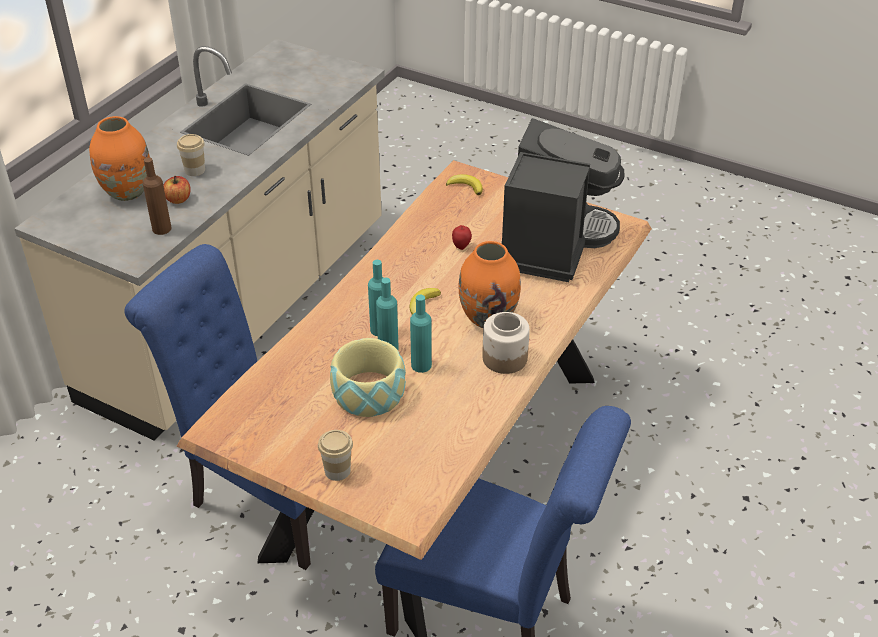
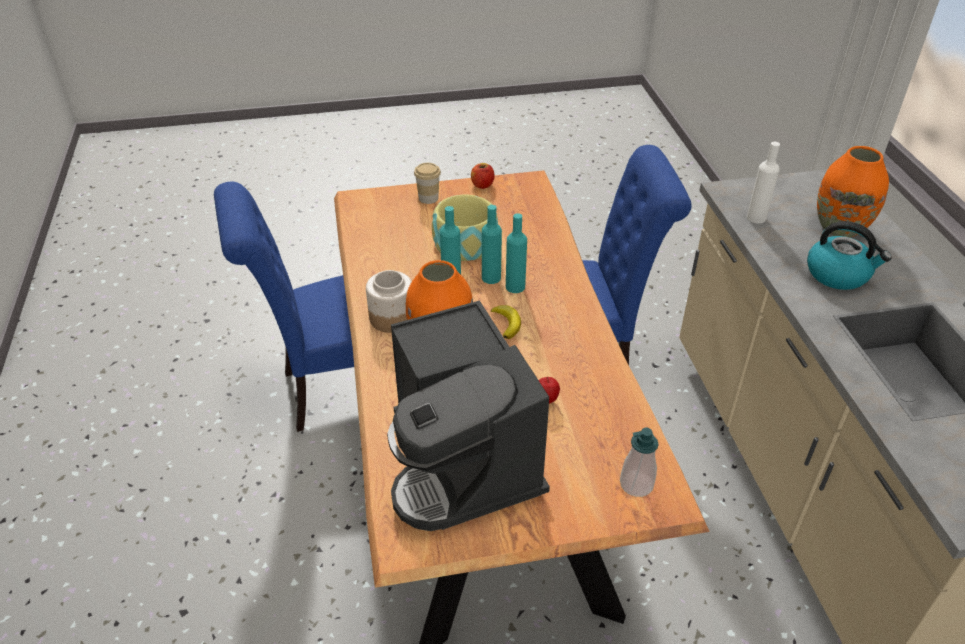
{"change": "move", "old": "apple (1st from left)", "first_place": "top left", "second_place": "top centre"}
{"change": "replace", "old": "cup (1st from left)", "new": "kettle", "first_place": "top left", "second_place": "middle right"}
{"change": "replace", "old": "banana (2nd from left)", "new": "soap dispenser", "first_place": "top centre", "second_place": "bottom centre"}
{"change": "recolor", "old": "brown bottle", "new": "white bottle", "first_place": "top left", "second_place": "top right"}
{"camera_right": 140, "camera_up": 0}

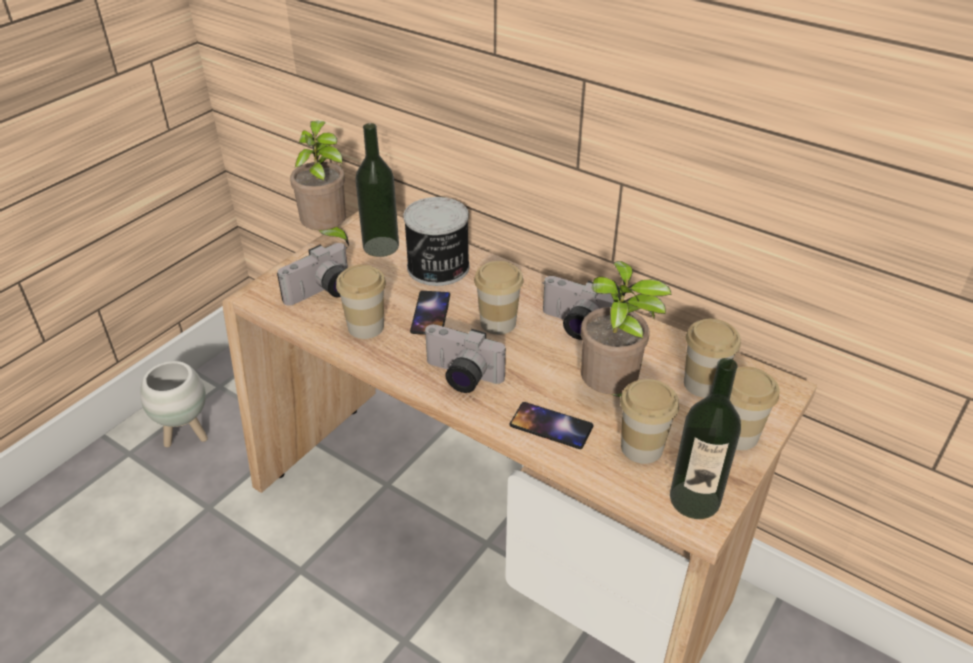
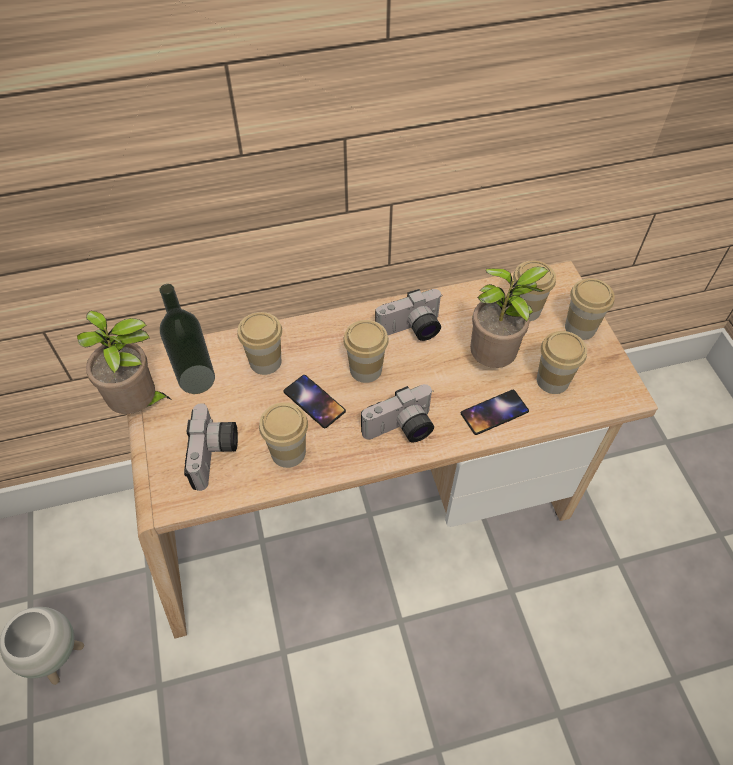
{"change": "delete", "old": "bottle (2nd from left)", "first_place": "middle right"}
{"change": "replace", "old": "can", "new": "cup (1st from left)", "first_place": "centre", "second_place": "centre"}
{"camera_right": -50, "camera_up": 15}

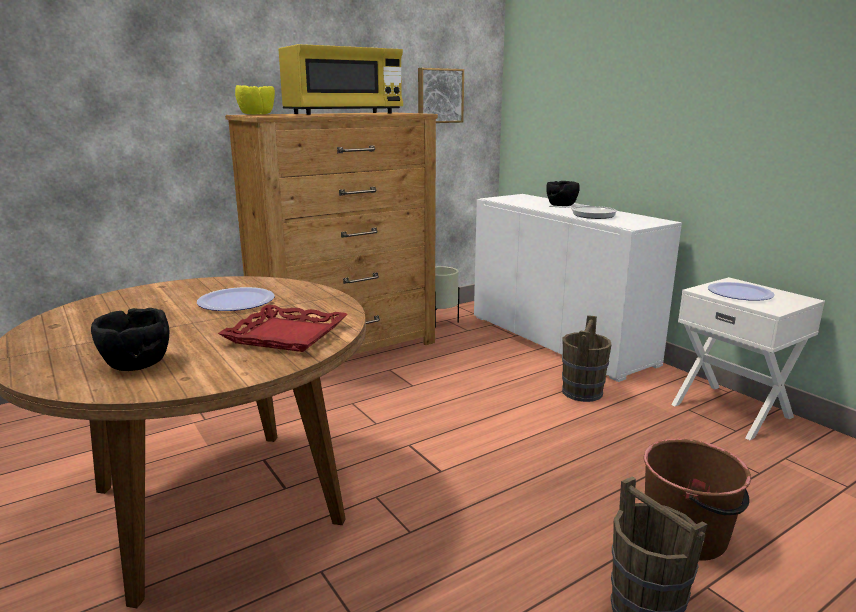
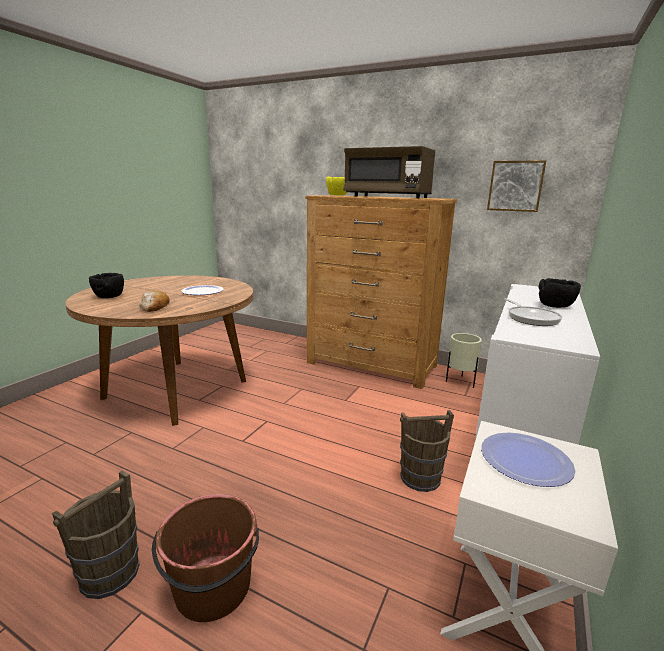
{"change": "replace", "old": "red tray", "new": "bread", "first_place": "middle left", "second_place": "middle left"}
{"change": "recolor", "old": "yellow microwave", "new": "brown microwave", "first_place": "top centre", "second_place": "top centre"}
{"camera_right": 60, "camera_up": 0}

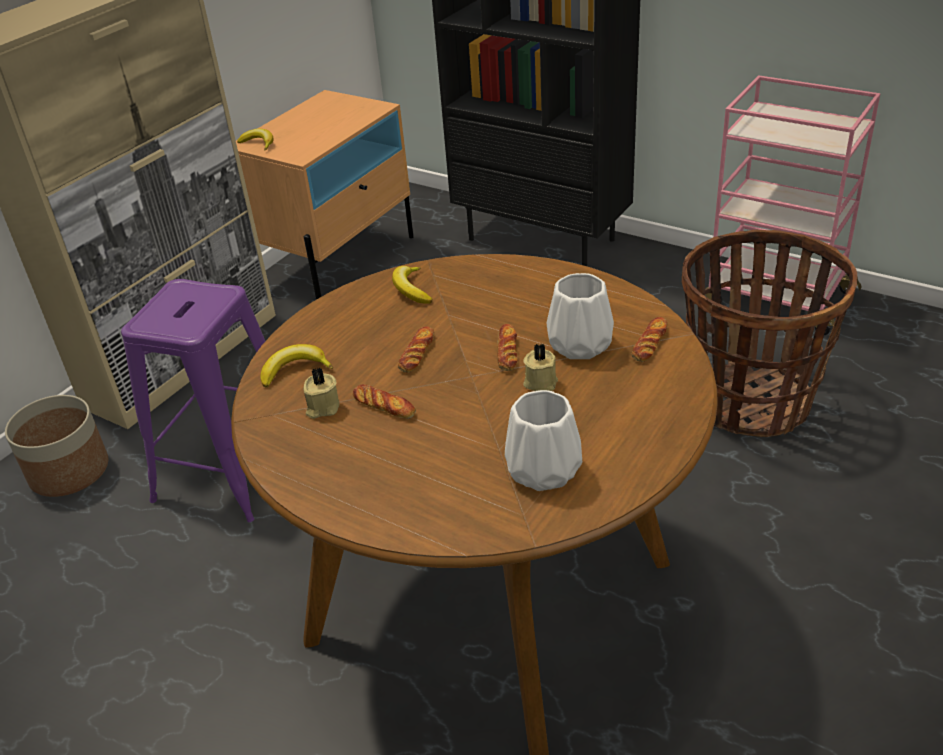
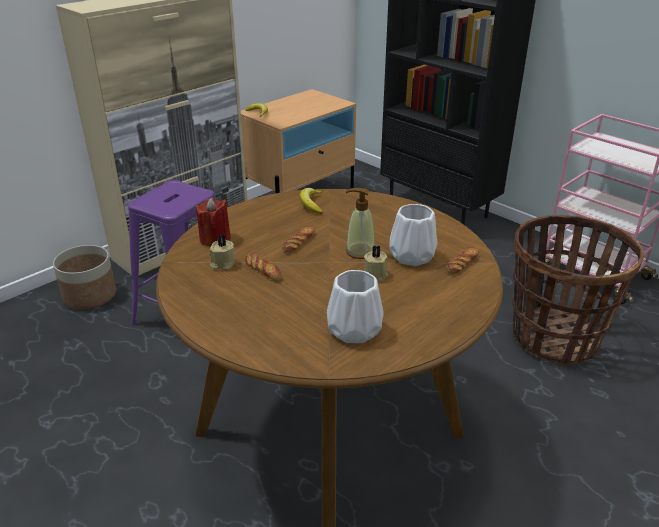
{"change": "replace", "old": "banana (2nd from left)", "new": "red candle", "first_place": "middle left", "second_place": "middle left"}
{"change": "replace", "old": "bread (3rd from left)", "new": "soap dispenser", "first_place": "centre", "second_place": "centre"}
{"camera_right": 10, "camera_up": -5}

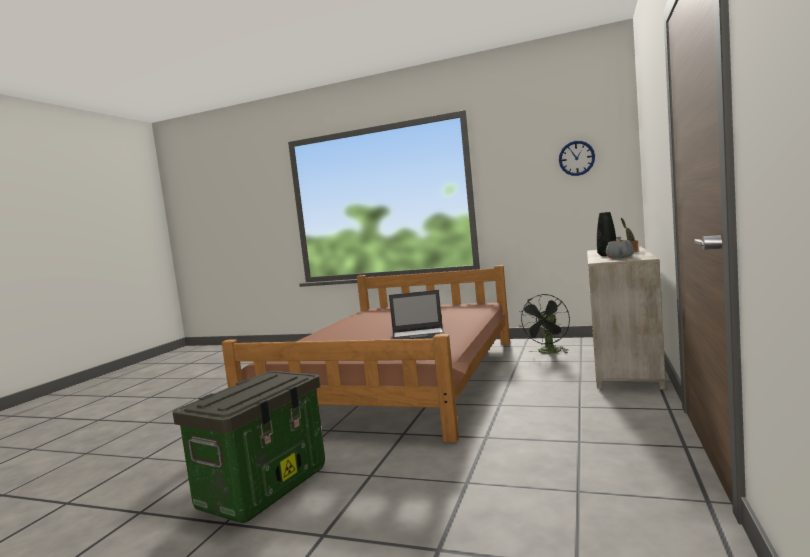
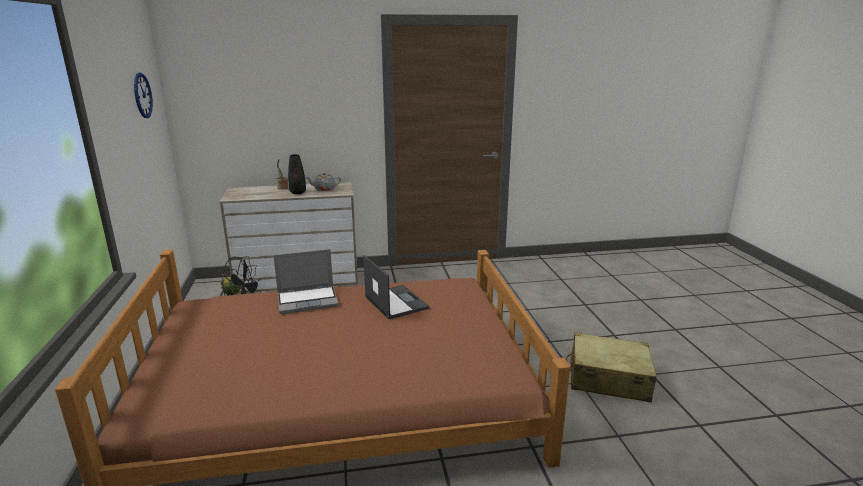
{"change": "insert", "new": "laptop (1st from left)", "second_place": "centre"}
{"change": "replace", "old": "storage box", "new": "beige suitcase", "first_place": "bottom left", "second_place": "bottom right"}
{"camera_right": -120, "camera_up": 15}

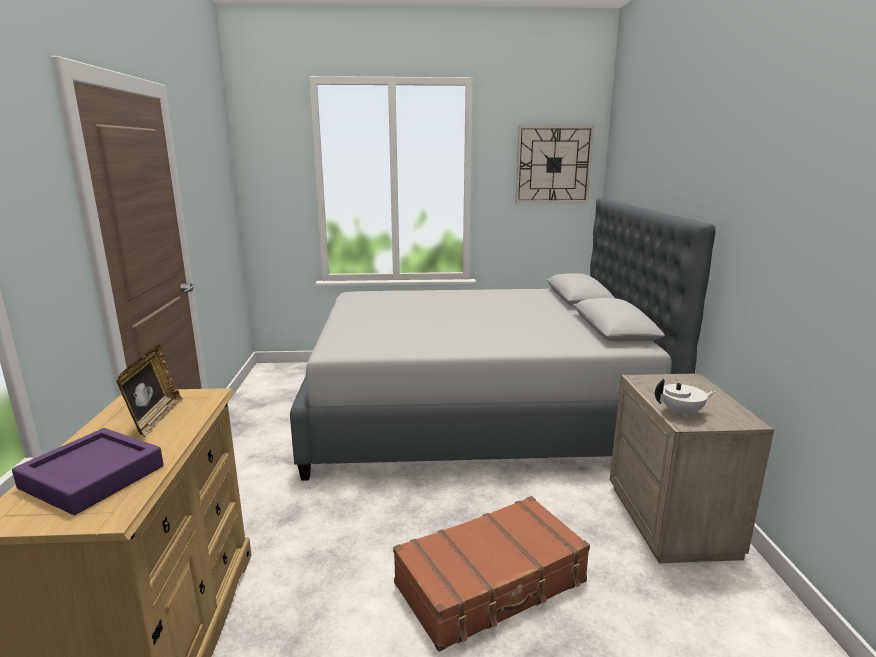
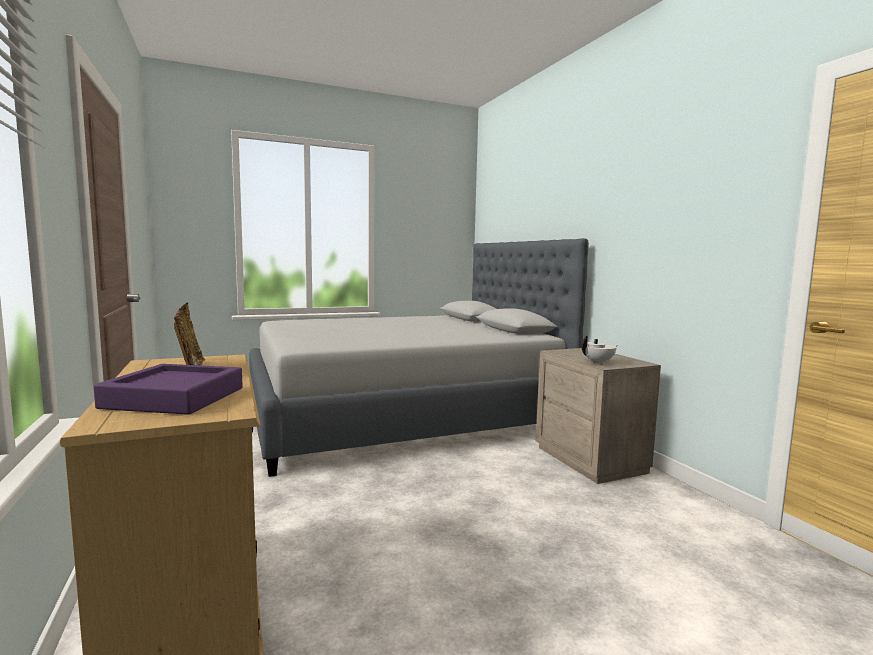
{"change": "delete", "old": "brown suitcase", "first_place": "bottom centre"}
{"change": "delete", "old": "wall clock", "first_place": "top centre"}
{"camera_right": -20, "camera_up": -10}

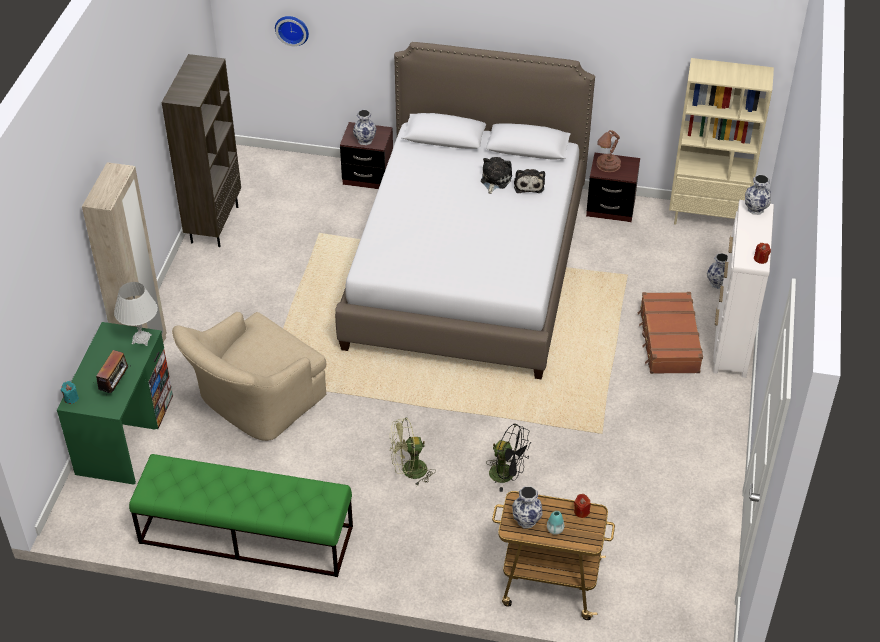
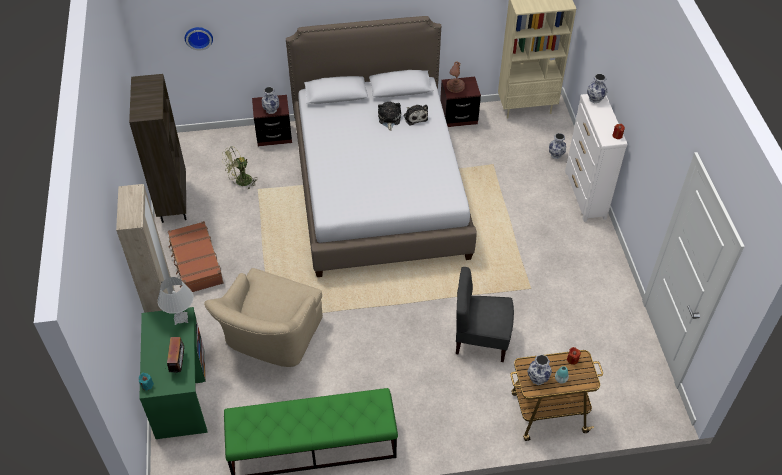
{"change": "move", "old": "green fan", "first_place": "bottom centre", "second_place": "middle left"}
{"change": "move", "old": "brown suitcase", "first_place": "middle right", "second_place": "middle left"}
{"change": "replace", "old": "black fan", "new": "grey chair", "first_place": "bottom centre", "second_place": "centre"}
{"camera_right": -20, "camera_up": 5}

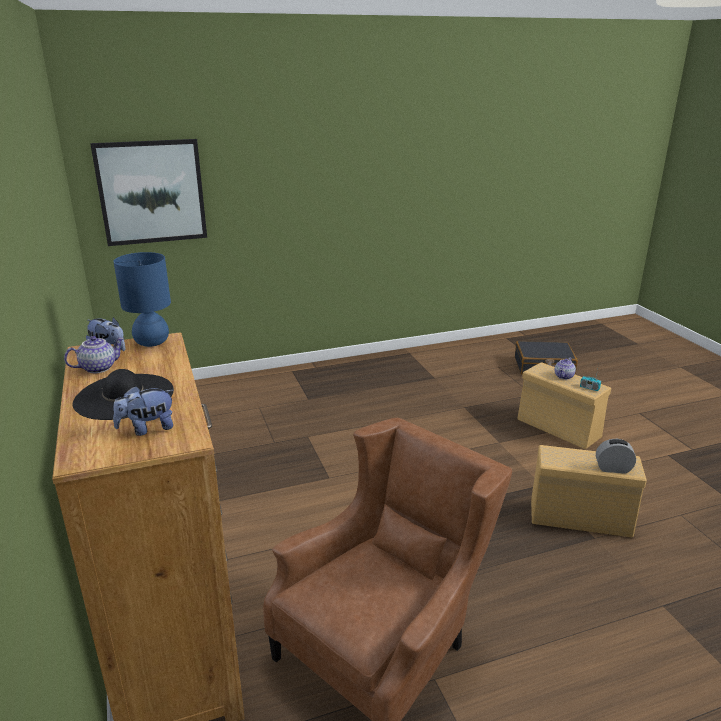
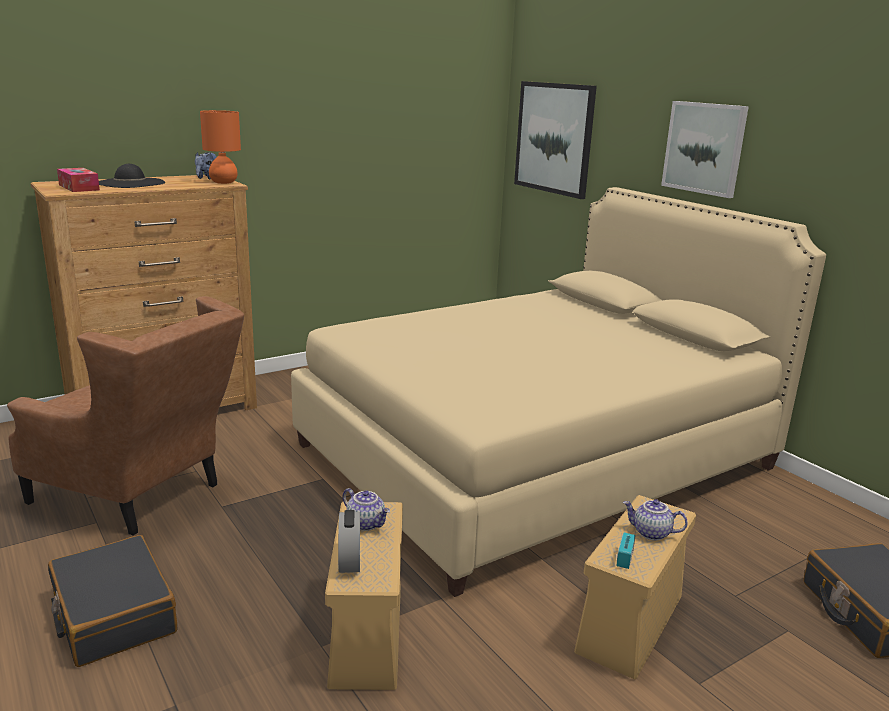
{"change": "insert", "new": "black suitcase (1st from left)", "second_place": "bottom left"}
{"change": "insert", "new": "beige bed", "second_place": "centre"}
{"change": "insert", "new": "picture (2nd from left)", "second_place": "top right"}
{"change": "move", "old": "teapot (1st from left)", "first_place": "middle left", "second_place": "bottom centre"}
{"change": "replace", "old": "plush toy (2nd from left)", "new": "tissue box", "first_place": "middle left", "second_place": "top left"}
{"change": "recolor", "old": "blue table lamp", "new": "orange table lamp", "first_place": "middle left", "second_place": "top left"}
{"camera_right": 75, "camera_up": -5}

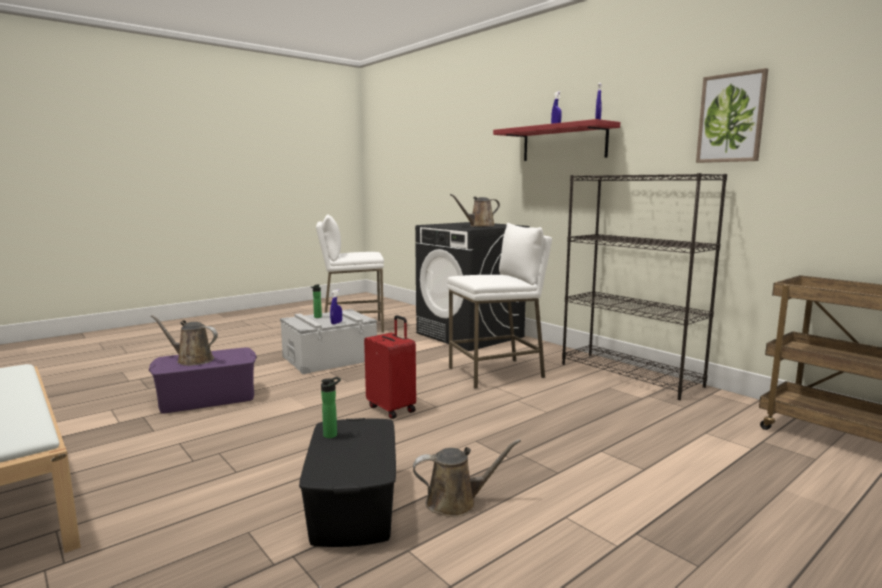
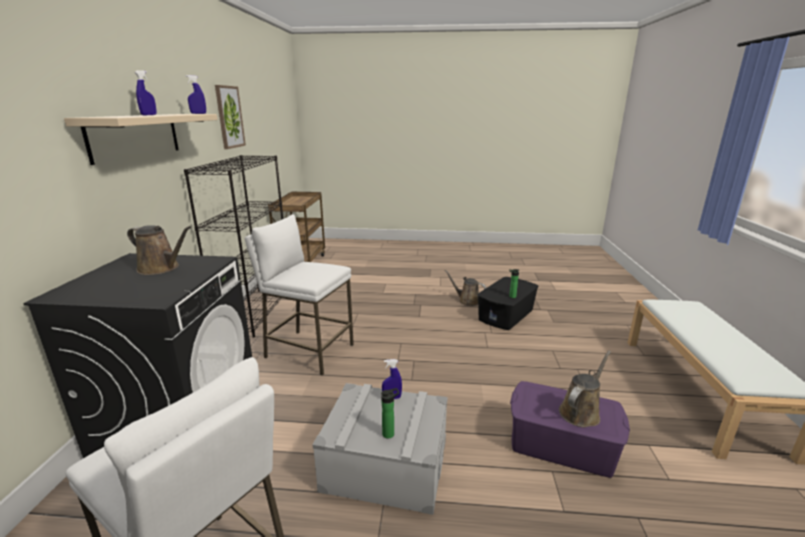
{"change": "delete", "old": "red suitcase", "first_place": "centre"}
{"change": "recolor", "old": "red shelf", "new": "beige shelf", "first_place": "top centre", "second_place": "top left"}
{"change": "rotate", "old": "brown watering can (1st from left in the first image)", "first_place": "middle left", "second_place": "bottom right", "degrees": -105}
{"camera_right": -135, "camera_up": 10}

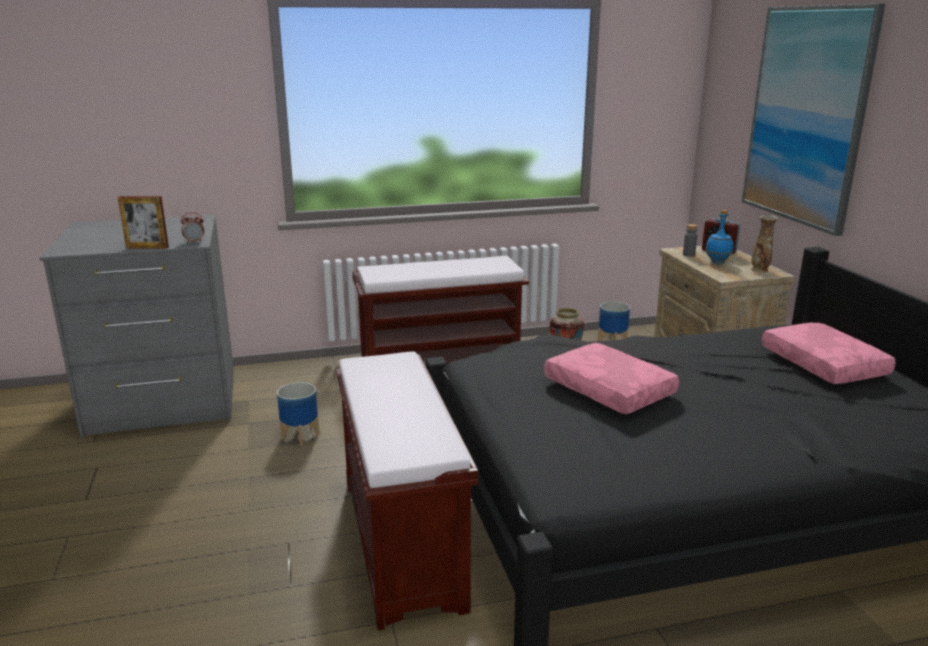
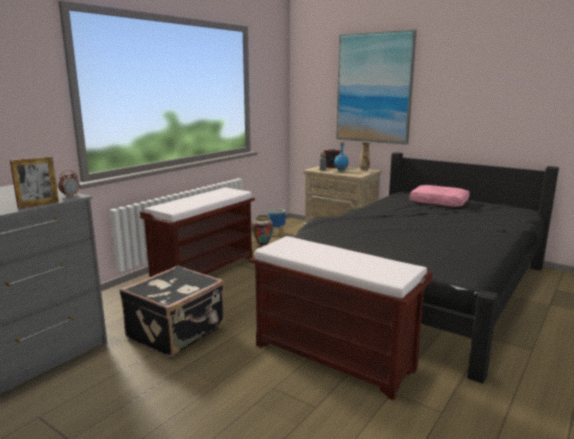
{"change": "delete", "old": "pink pillow (1st from left)", "first_place": "centre"}
{"change": "replace", "old": "planter (1st from left)", "new": "black suitcase", "first_place": "middle left", "second_place": "bottom left"}
{"camera_right": -40, "camera_up": -5}

